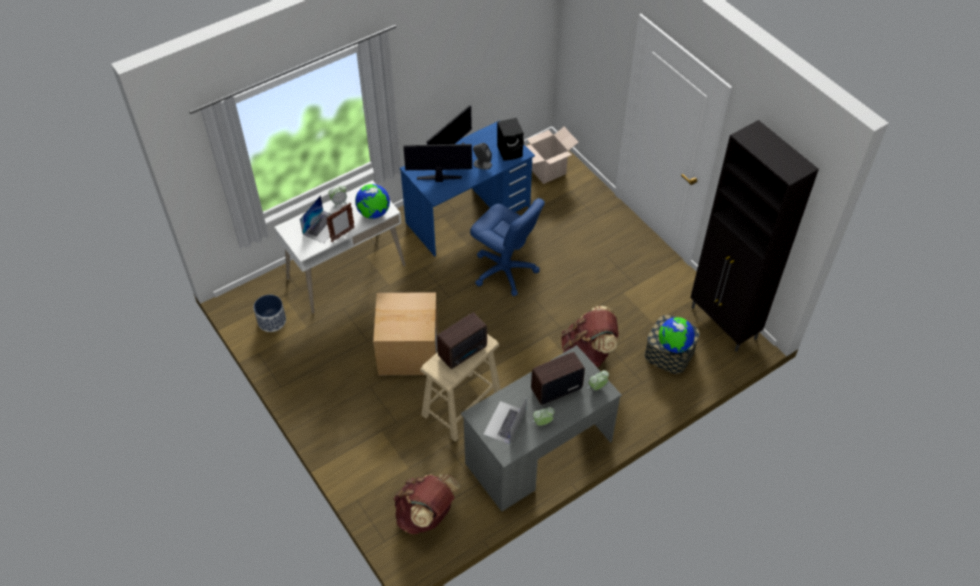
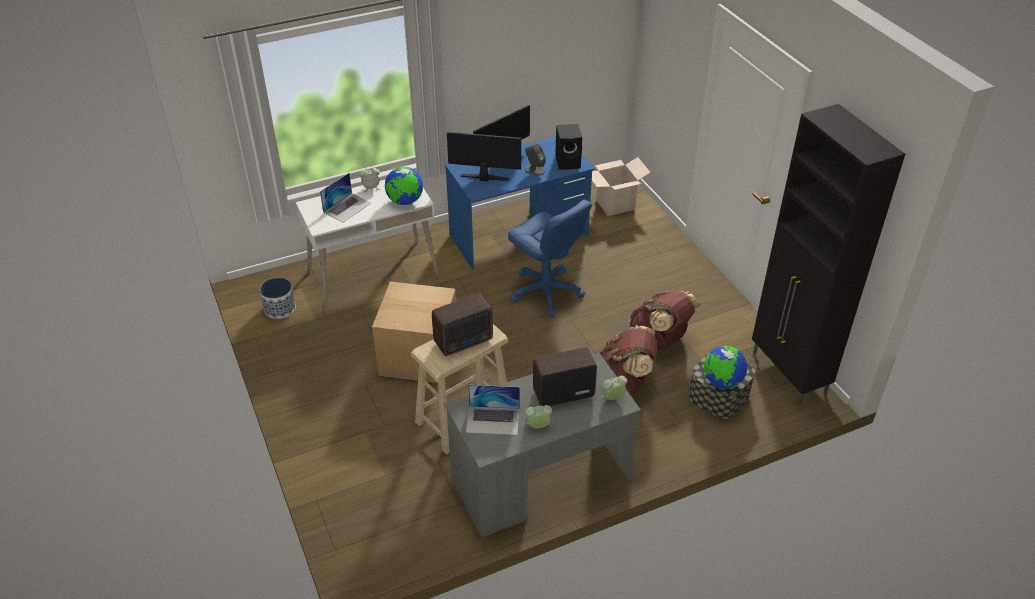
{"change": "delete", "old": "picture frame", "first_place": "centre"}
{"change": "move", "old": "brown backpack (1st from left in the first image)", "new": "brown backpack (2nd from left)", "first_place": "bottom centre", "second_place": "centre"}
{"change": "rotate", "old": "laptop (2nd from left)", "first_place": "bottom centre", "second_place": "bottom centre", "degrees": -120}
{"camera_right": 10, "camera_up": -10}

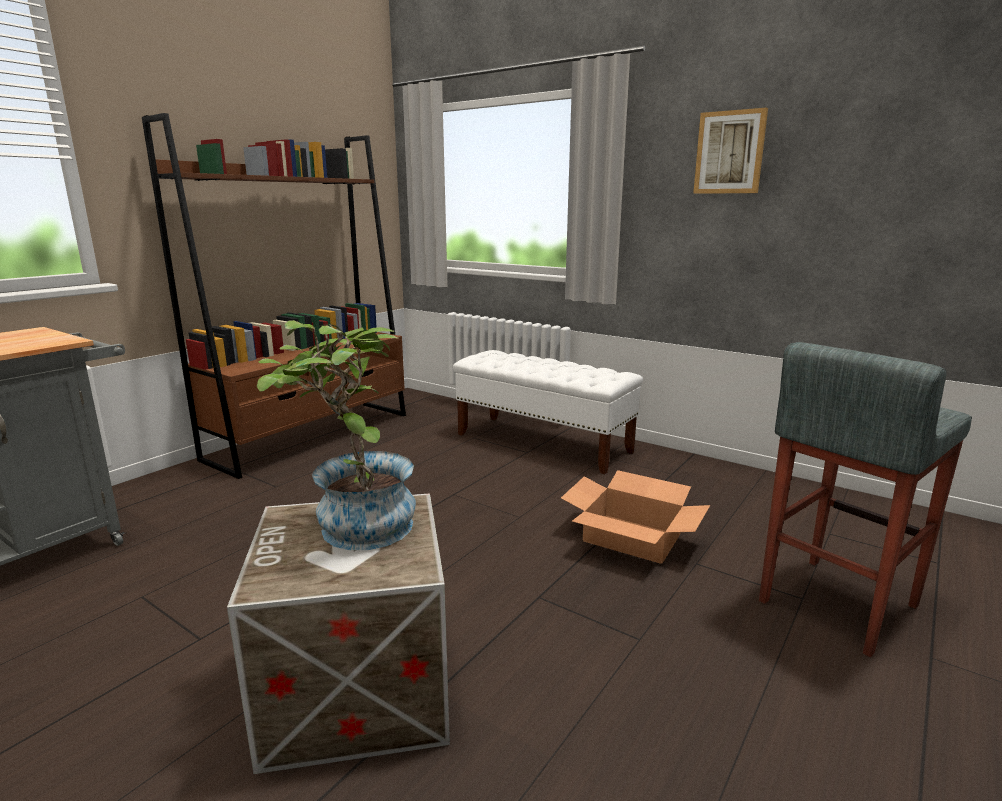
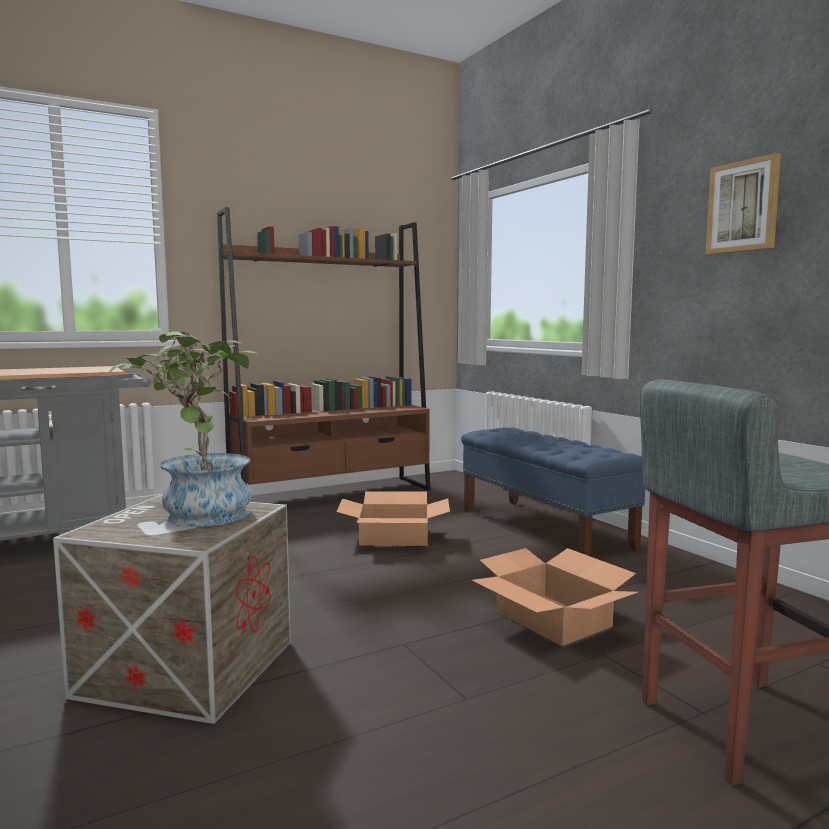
{"change": "insert", "new": "cardboard box (1st from left)", "second_place": "centre"}
{"change": "recolor", "old": "white bench", "new": "blue bench", "first_place": "centre", "second_place": "middle right"}
{"camera_right": 25, "camera_up": -10}

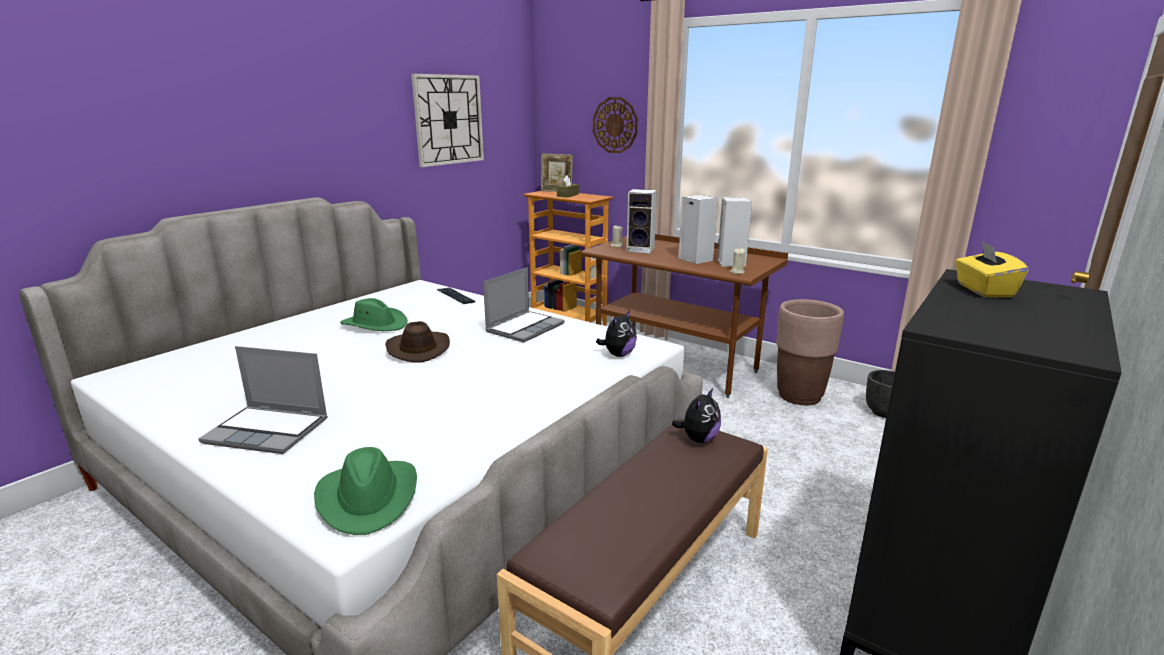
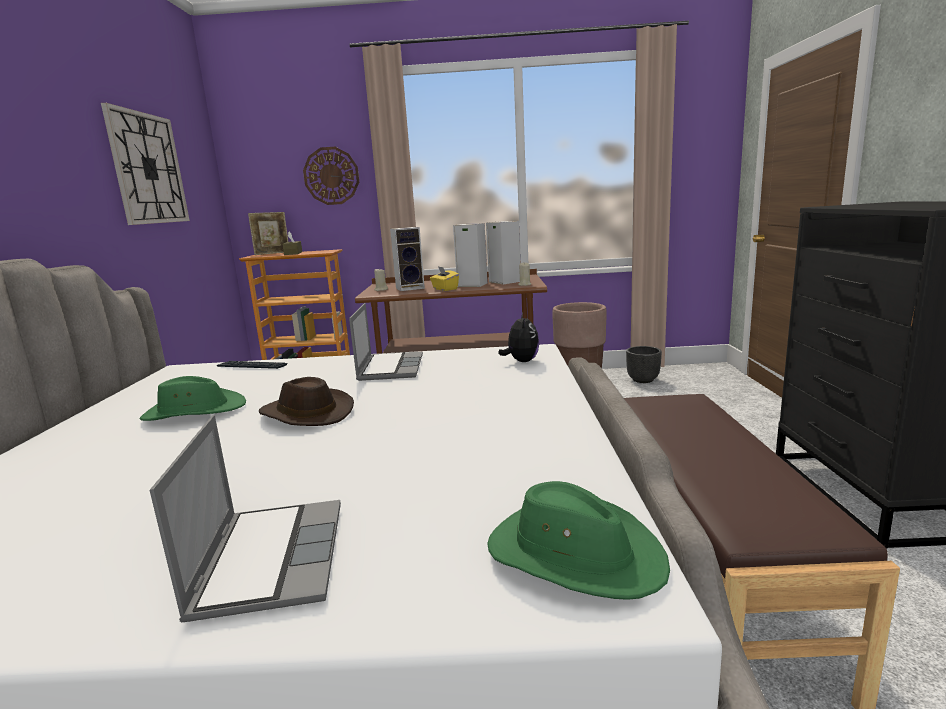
{"change": "delete", "old": "plush toy (2nd from left)", "first_place": "centre"}
{"change": "move", "old": "yellow tissue box", "first_place": "middle right", "second_place": "centre"}
{"change": "rotate", "old": "laptop (1st from left)", "first_place": "middle left", "second_place": "bottom left", "degrees": -75}
{"camera_right": -35, "camera_up": -5}

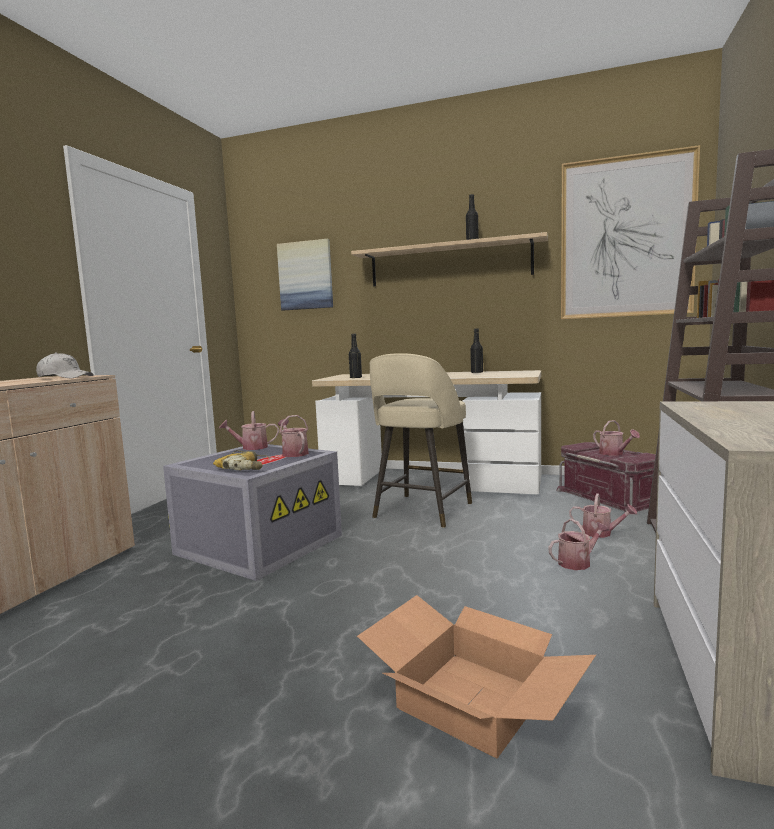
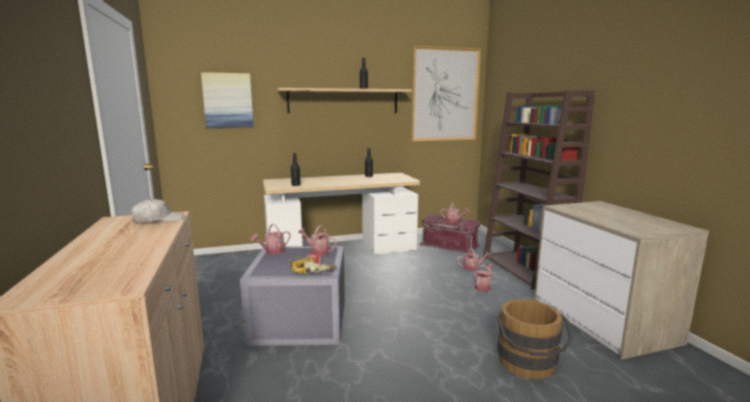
{"change": "delete", "old": "beige stool", "first_place": "centre"}
{"change": "replace", "old": "cardboard box", "new": "brown bucket", "first_place": "bottom centre", "second_place": "bottom right"}
{"camera_right": -35, "camera_up": 5}

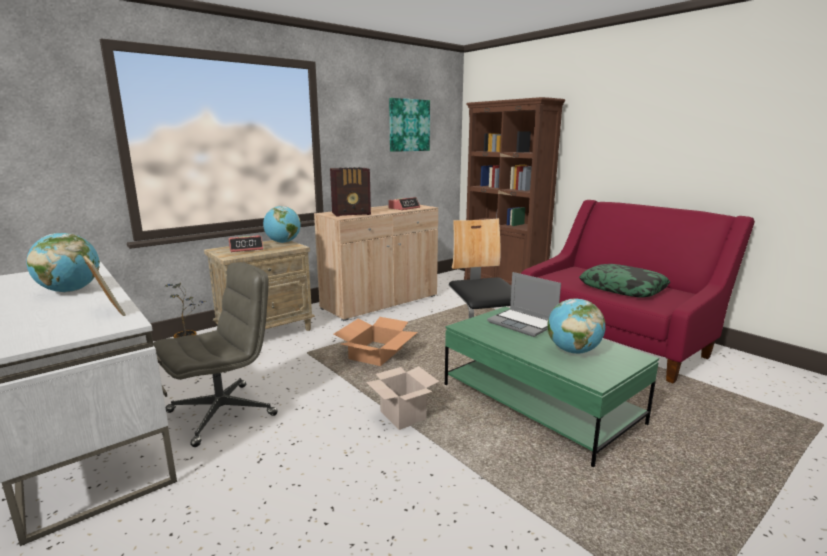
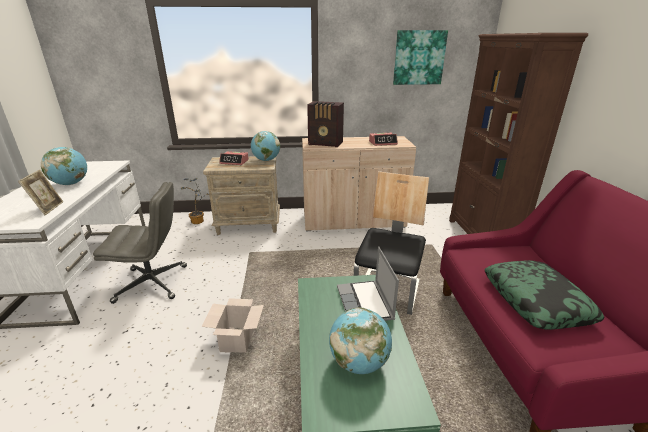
{"change": "delete", "old": "cardboard box (1st from left)", "first_place": "centre"}
{"camera_right": 35, "camera_up": 10}

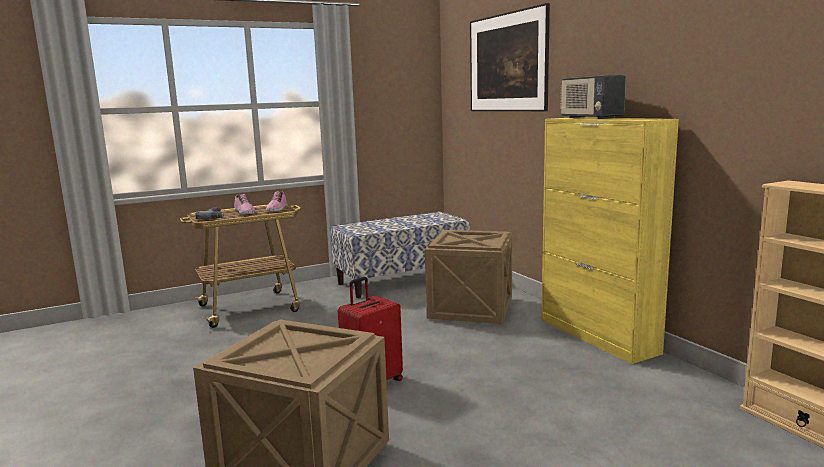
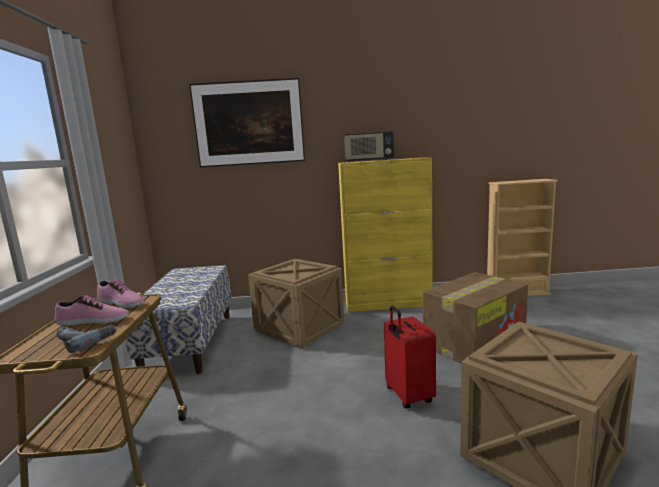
{"change": "insert", "new": "cardboard box", "second_place": "middle right"}
{"camera_right": -65, "camera_up": 0}

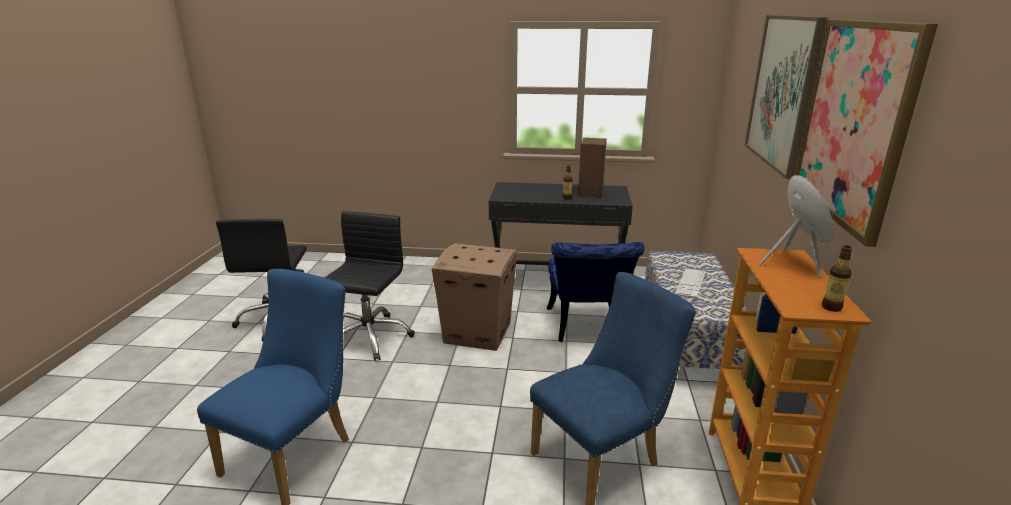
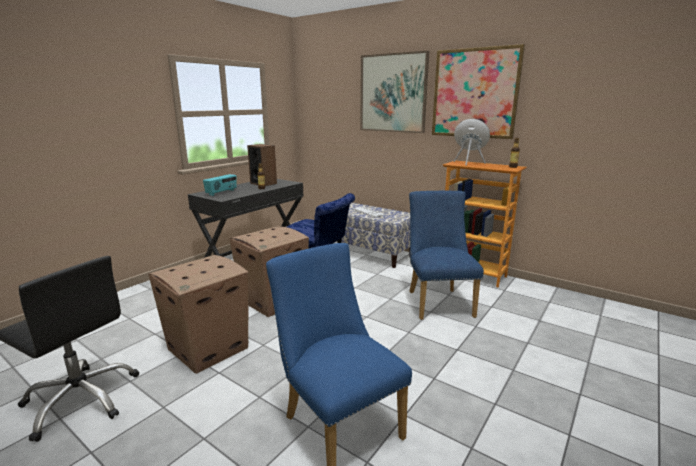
{"change": "insert", "new": "radio", "second_place": "middle left"}
{"change": "replace", "old": "black office chair (2nd from left)", "new": "cardboard box (1st from left)", "first_place": "centre", "second_place": "bottom left"}
{"camera_right": -60, "camera_up": -5}

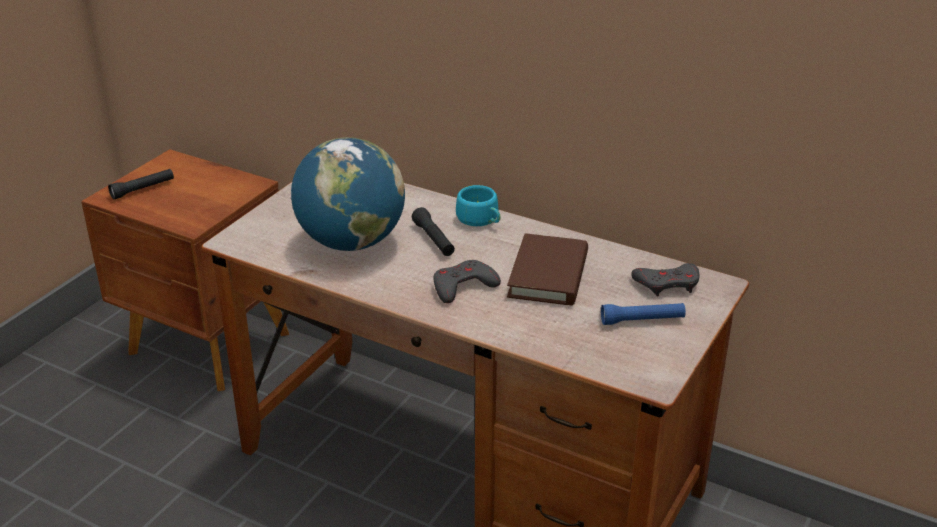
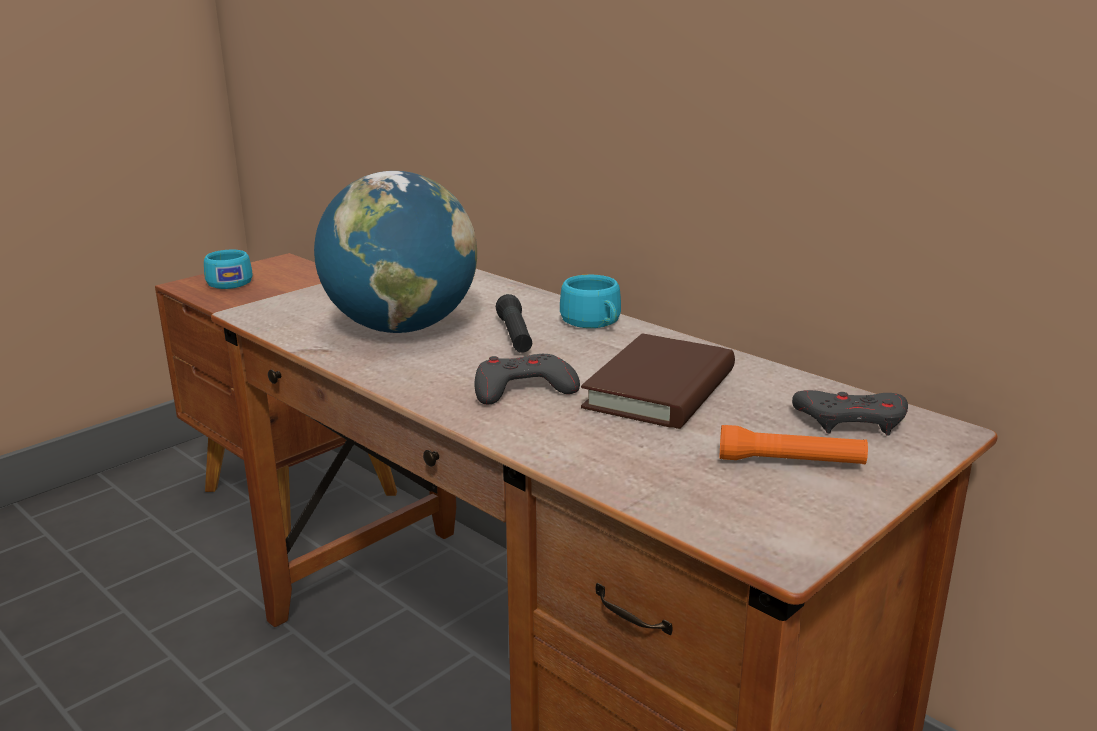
{"change": "replace", "old": "black flashlight (1st from left)", "new": "turquoise cup (1st from left)", "first_place": "middle left", "second_place": "middle left"}
{"change": "recolor", "old": "blue flashlight", "new": "orange flashlight", "first_place": "middle right", "second_place": "middle right"}
{"camera_right": 15, "camera_up": -10}

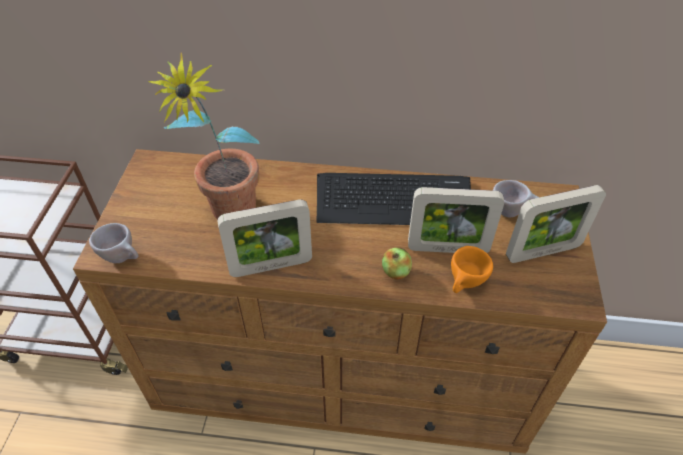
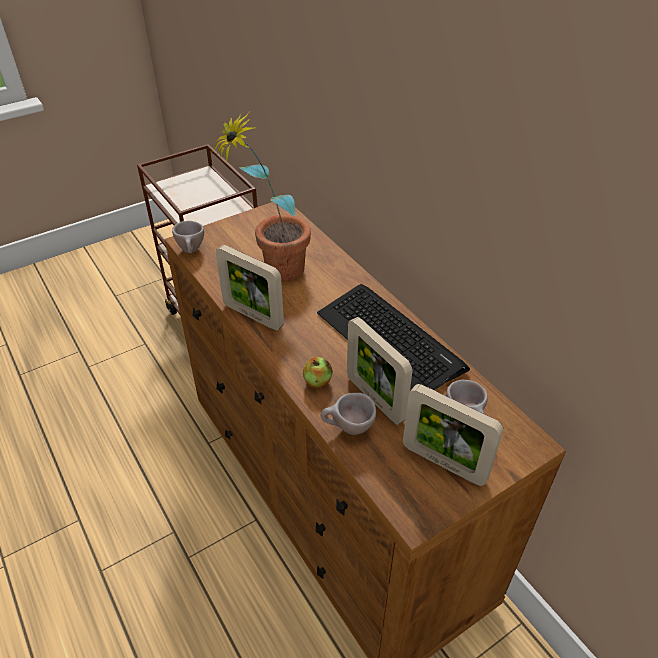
{"change": "recolor", "old": "orange cup", "new": "beige cup (2nd from left)", "first_place": "middle right", "second_place": "centre"}
{"camera_right": 50, "camera_up": -5}

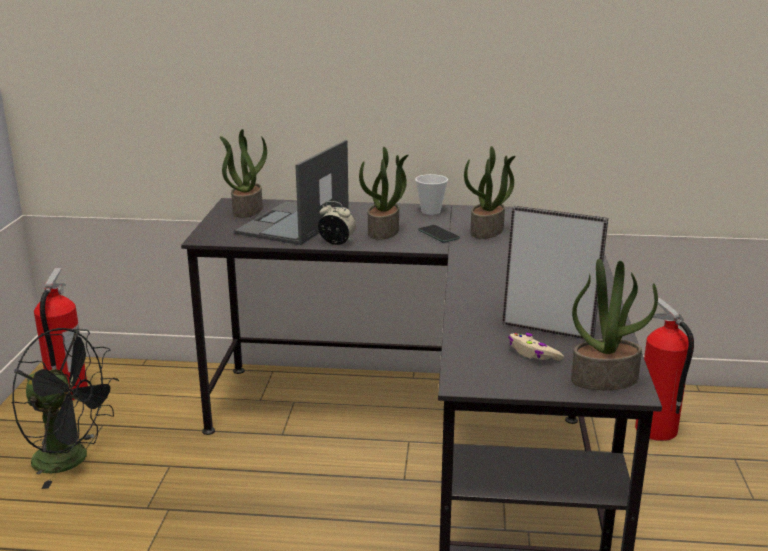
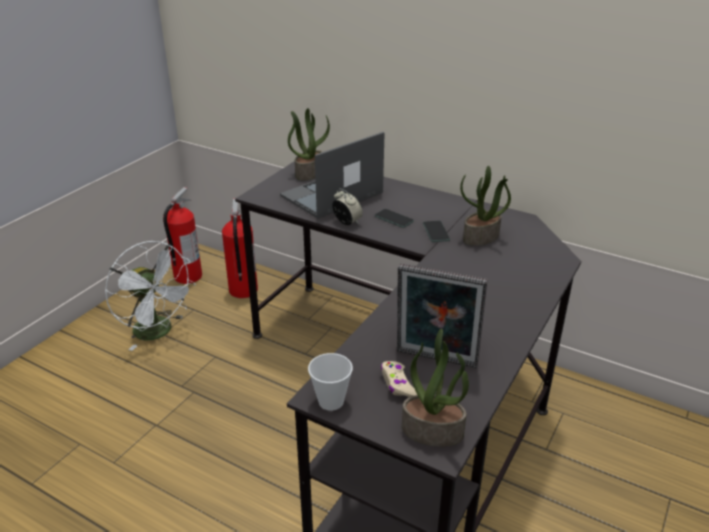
{"change": "move", "old": "cup", "first_place": "centre", "second_place": "bottom centre"}
{"change": "move", "old": "fire extinguisher (2nd from left)", "first_place": "bottom right", "second_place": "centre"}
{"change": "replace", "old": "potted plant (2nd from left)", "new": "phone (1st from left)", "first_place": "centre", "second_place": "centre"}
{"change": "recolor", "old": "black fan", "new": "white fan", "first_place": "bottom left", "second_place": "middle left"}
{"change": "rotate", "old": "picture frame", "first_place": "middle right", "second_place": "centre", "degrees": 150}
{"camera_right": 25, "camera_up": 10}

